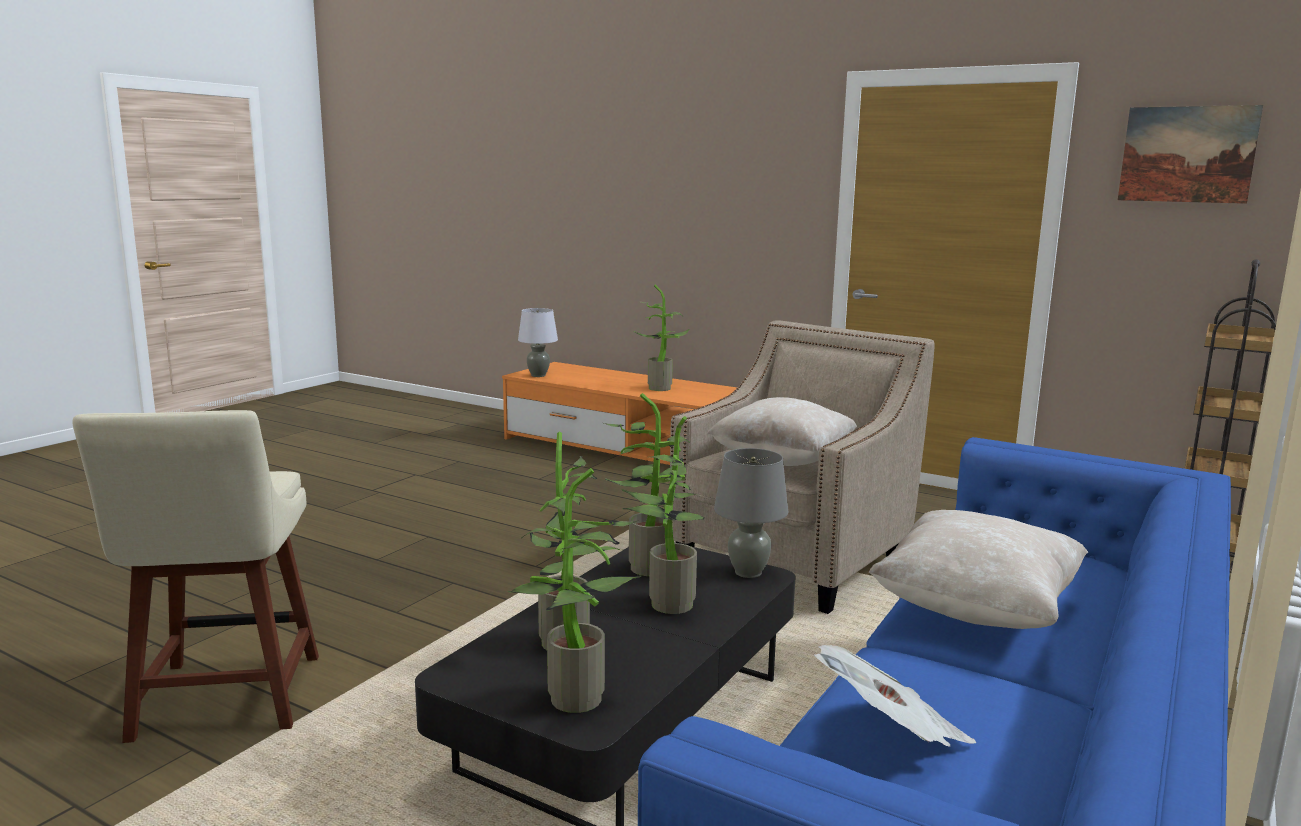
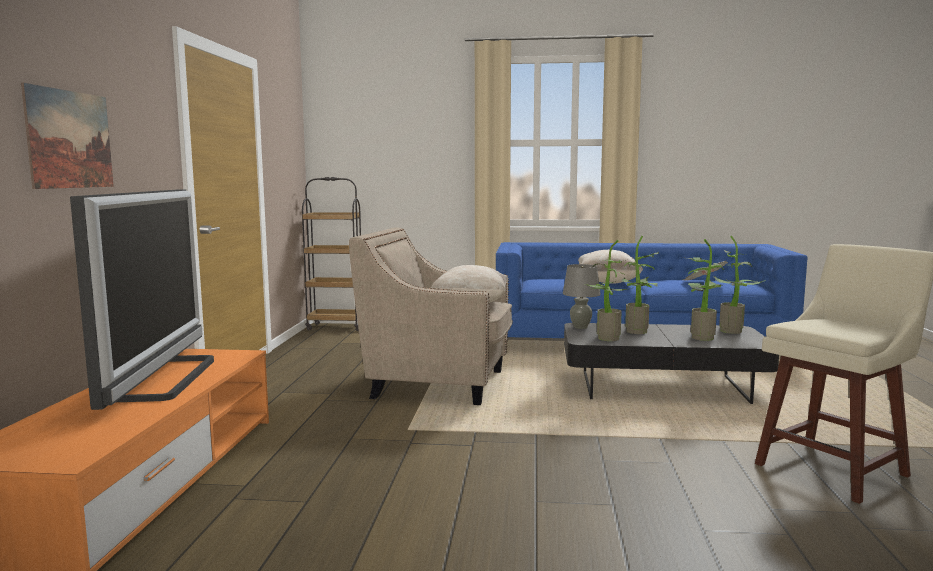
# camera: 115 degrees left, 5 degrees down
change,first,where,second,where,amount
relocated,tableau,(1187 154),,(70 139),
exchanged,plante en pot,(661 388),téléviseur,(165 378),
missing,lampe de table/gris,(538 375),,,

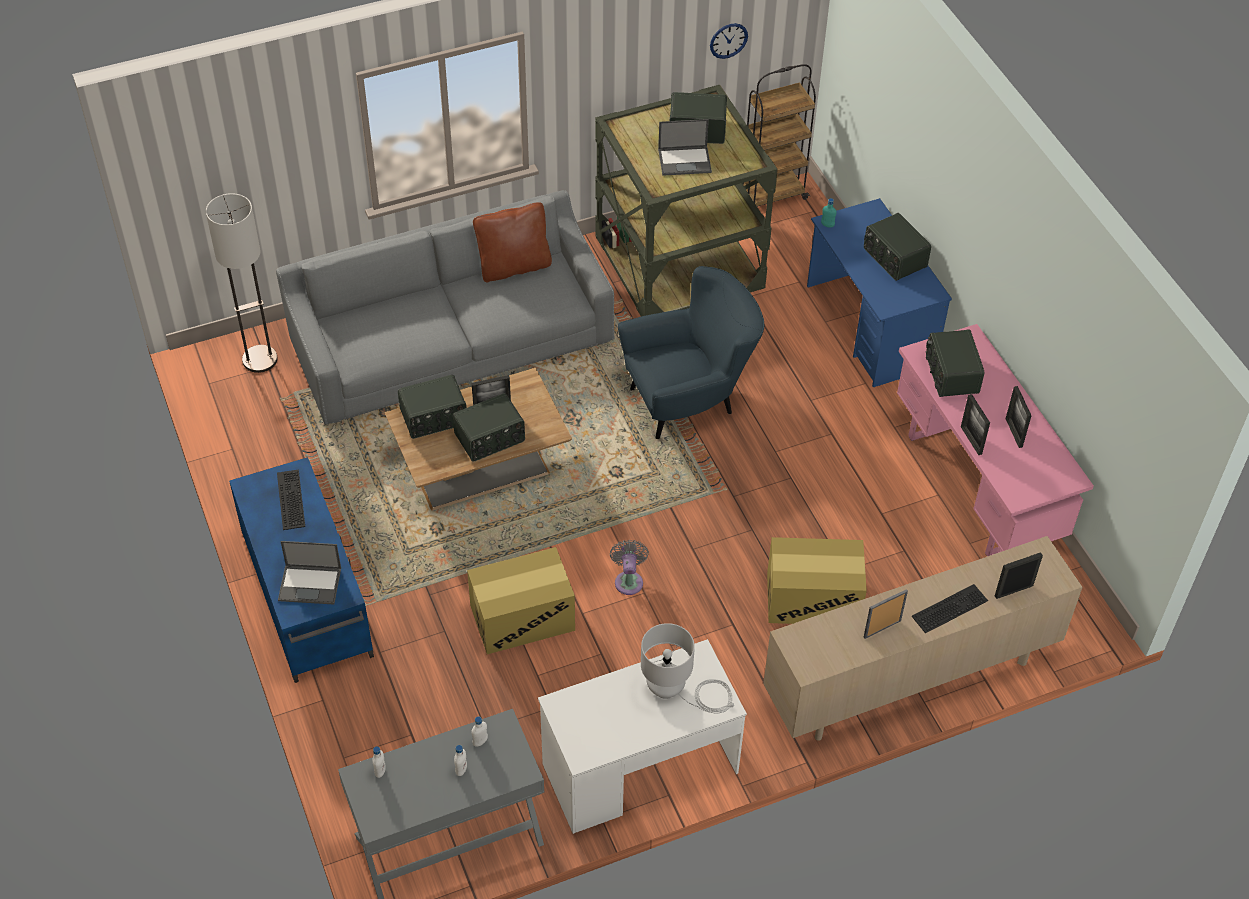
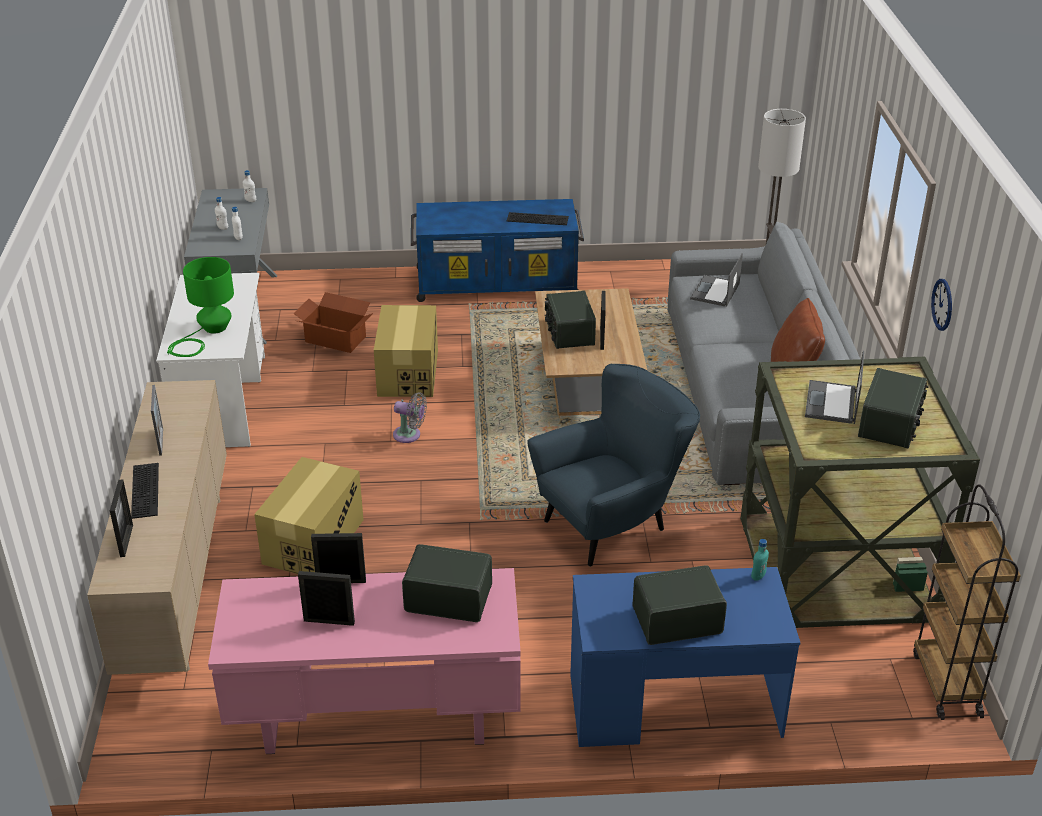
# camera: 110 degrees right, 15 degrees down
change,first,where,second,where,amount
colour,lampe de table/gris,(684 691),lampe de table/vert,(204 335),
appeared,,,carton,(335 339),
spun,fauteuil/bleu,(689 400),,(613 523),120 degrees counterclockwise
relocated,ordinateur portable,(311 584),,(715 292),
relocated,horloge murale,(728 40),,(942 304),
missing,radio,(434 418),,,

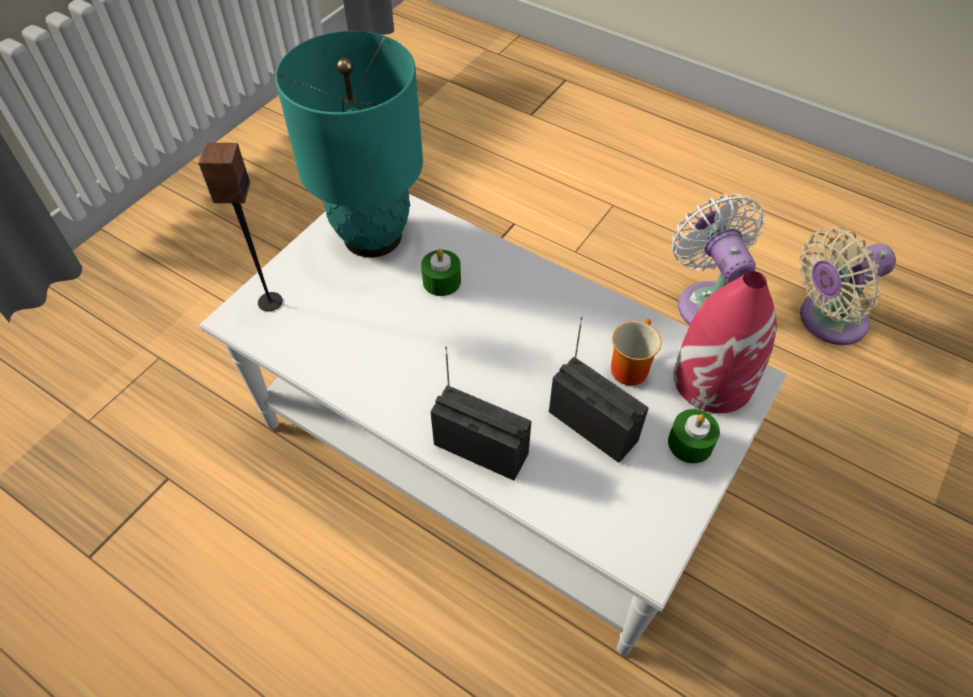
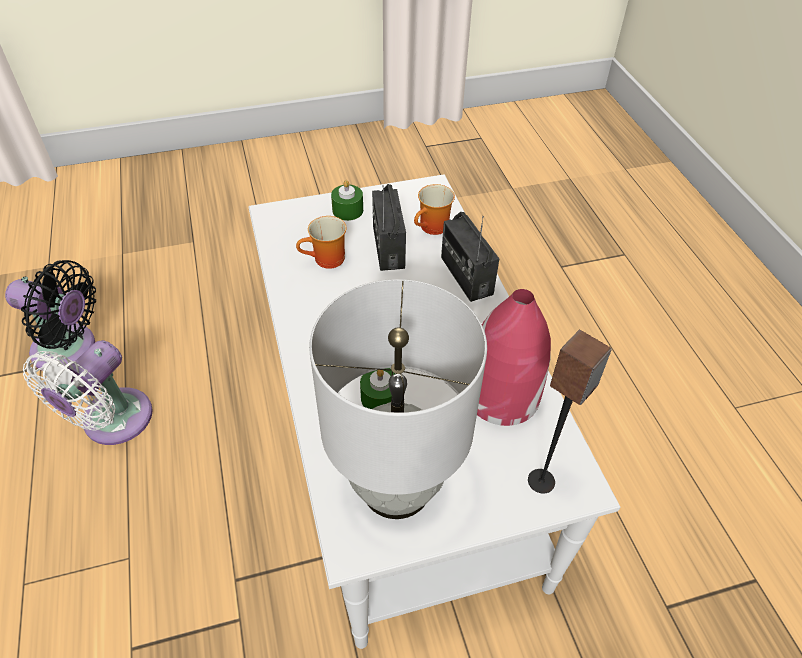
# camera: 140 degrees left, 5 degrees down
change,first,where,second,where,amount
colour,ventilateur/beige,(826 321),ventilateur/noir,(69 350),
colour,lampe de table/turquoise,(373 236),lampe de table/blanc,(395 487),
appeared,,,mug,(433 228),
relocated,vase/rouge,(712 379),,(501 396),

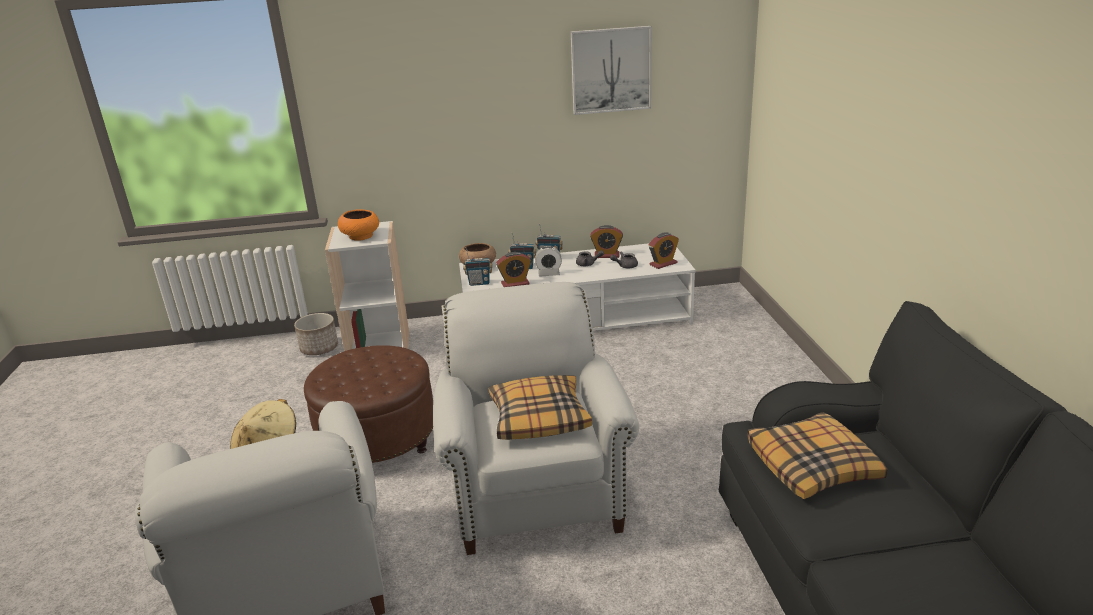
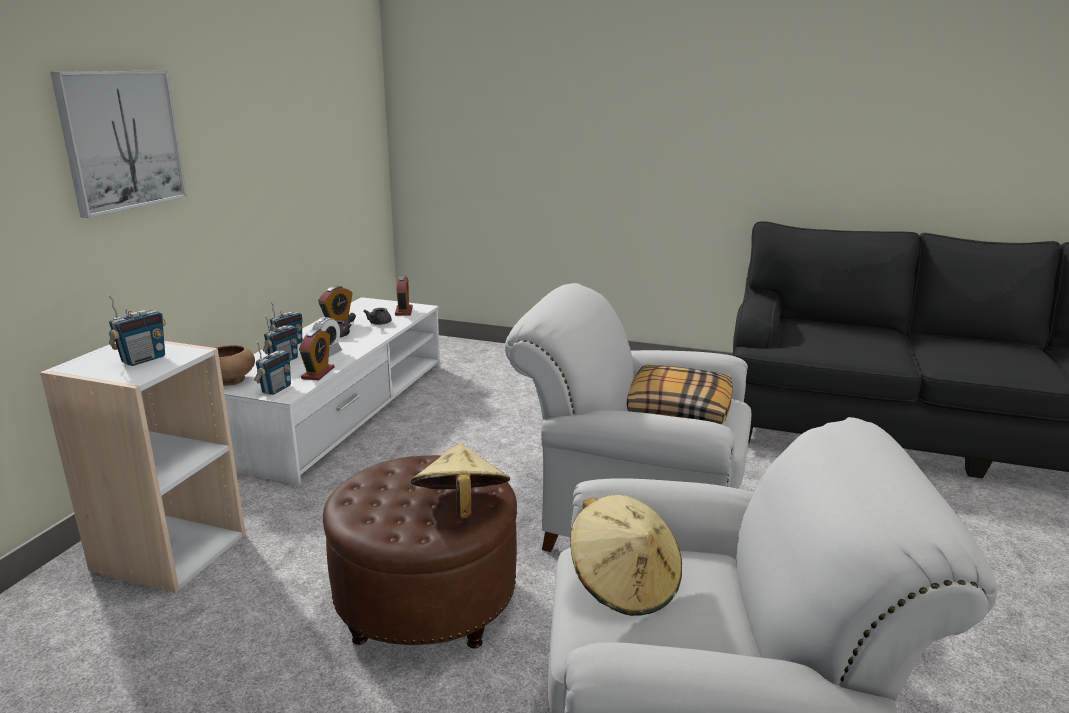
# camera: 65 degrees left, 5 degrees down
change,first,where,second,where,amount
relocated,tableau,(611 70),,(121 140),
exchanged,bol/orange,(361 236),radio,(143 359),
appeared,,,chapeau/beige,(460 507),
missing,cache-pot,(319 348),,,
missing,coussin,(813 466),,,

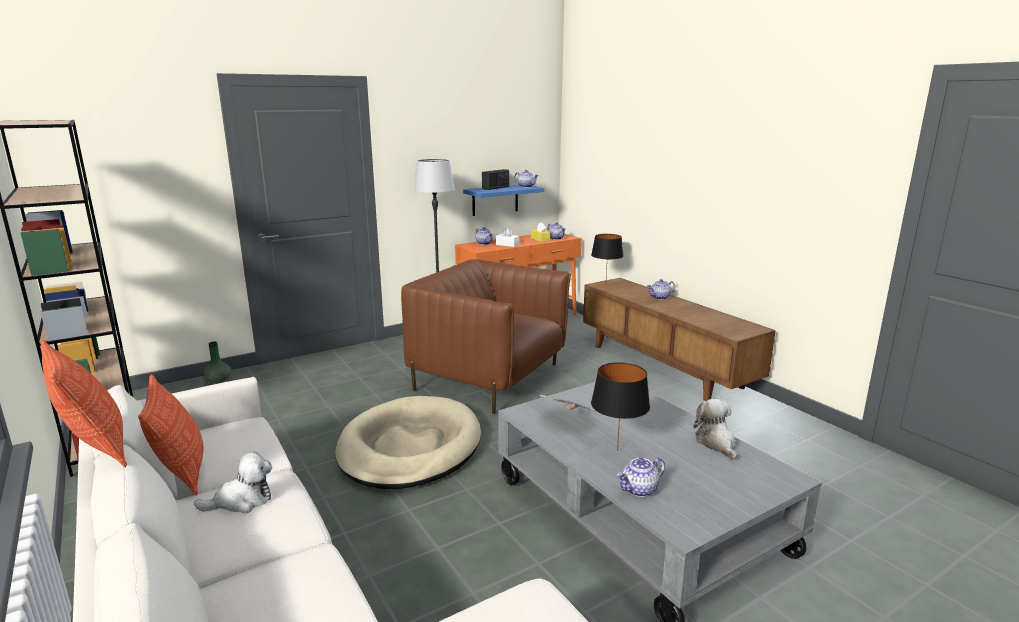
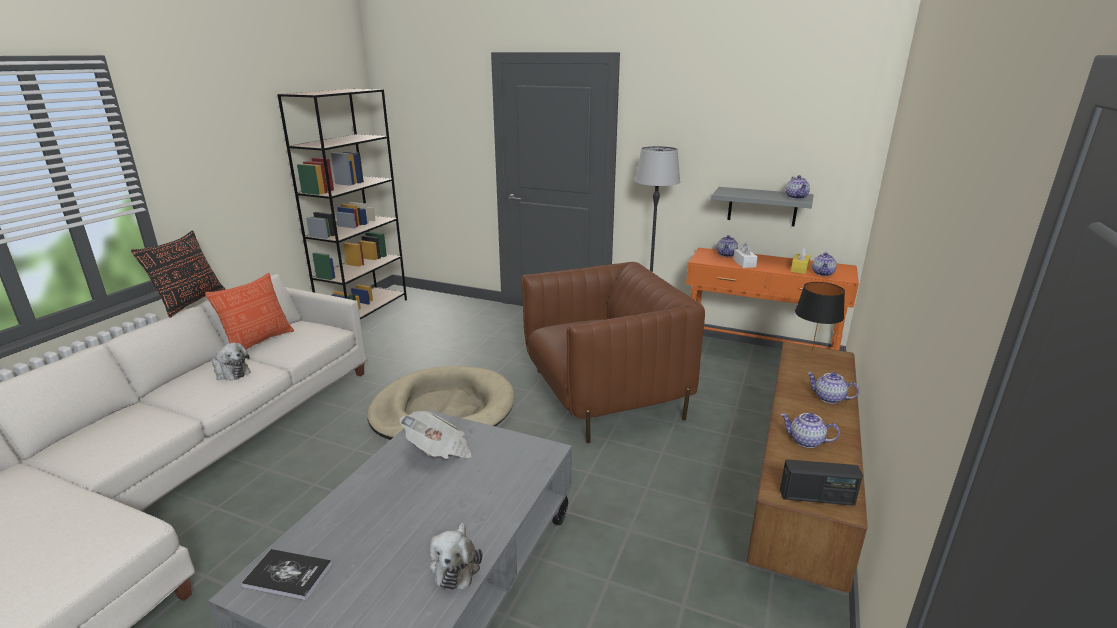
# camera: 55 degrees right, 5 degrees up
change,first,where,second,where,amount
colour,coussin/orange,(96 448),coussin/noir,(191 303),
appeared,,,livre,(288 575),
spun,peluche,(716 443),,(456 565),135 degrees clockwise
spun,fauteuil/marron,(489 378),,(604 395),75 degrees clockwise
colour,étagère/bleu,(495 200),étagère/gris,(762 206),
relocated,radio,(496 188),,(816 497),
relocated,théière,(639 490),,(805 441),
missing,vase/vert,(219 380),,,
missing,lampe de table/noir,(617 451),,,

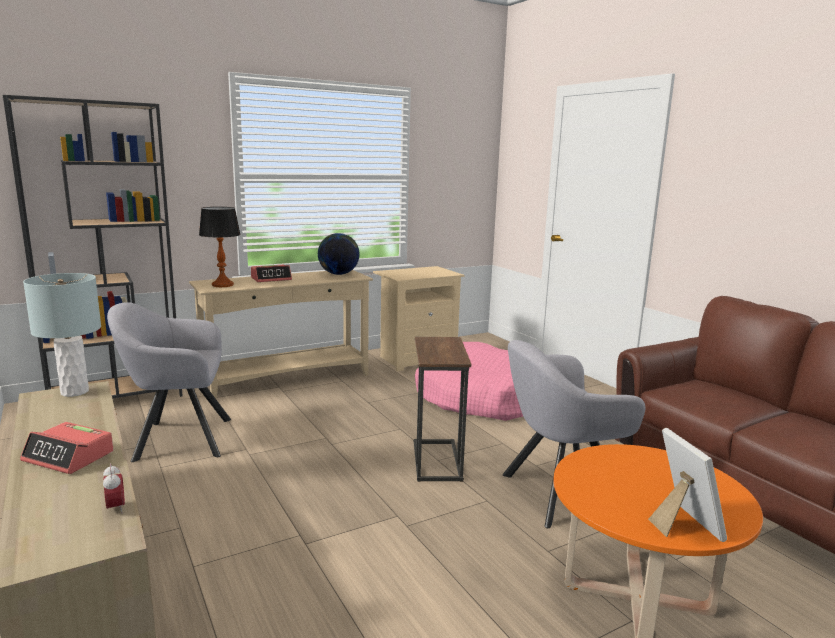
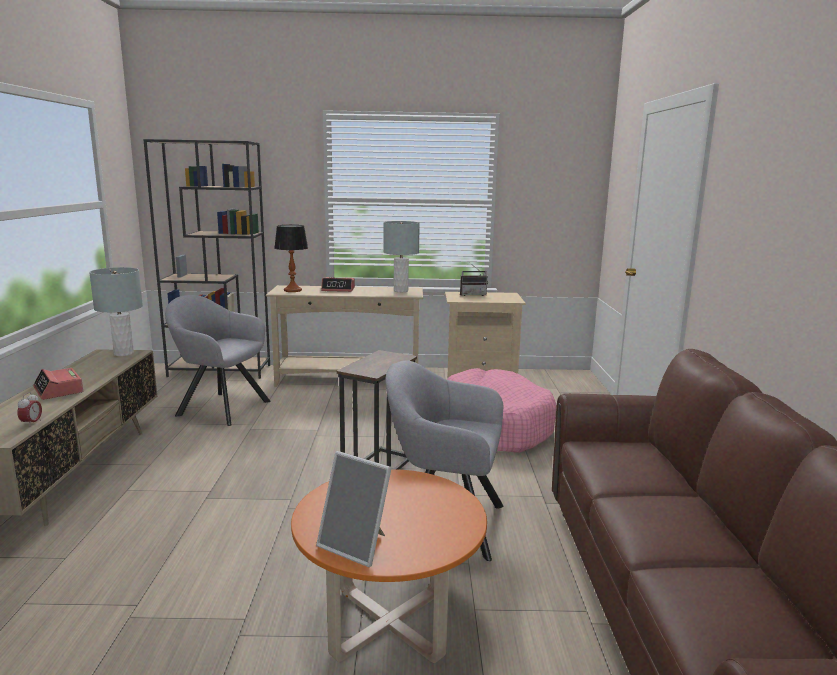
# camera: 30 degrees right, 0 degrees up
change,first,where,second,where,amount
spun,cadre photo,(682 524),,(357 545),105 degrees clockwise
exchanged,globe,(338 274),lampe de table/gris,(400 291),
appeared,,,radio,(472 295),

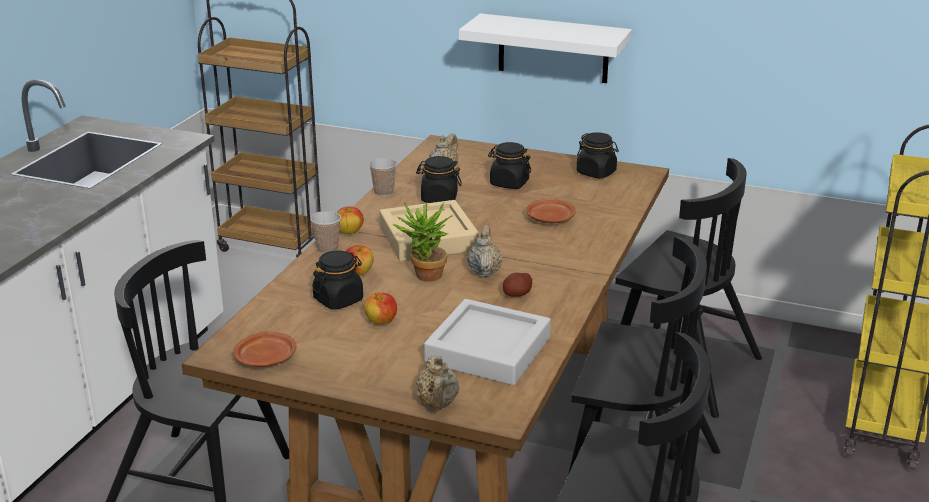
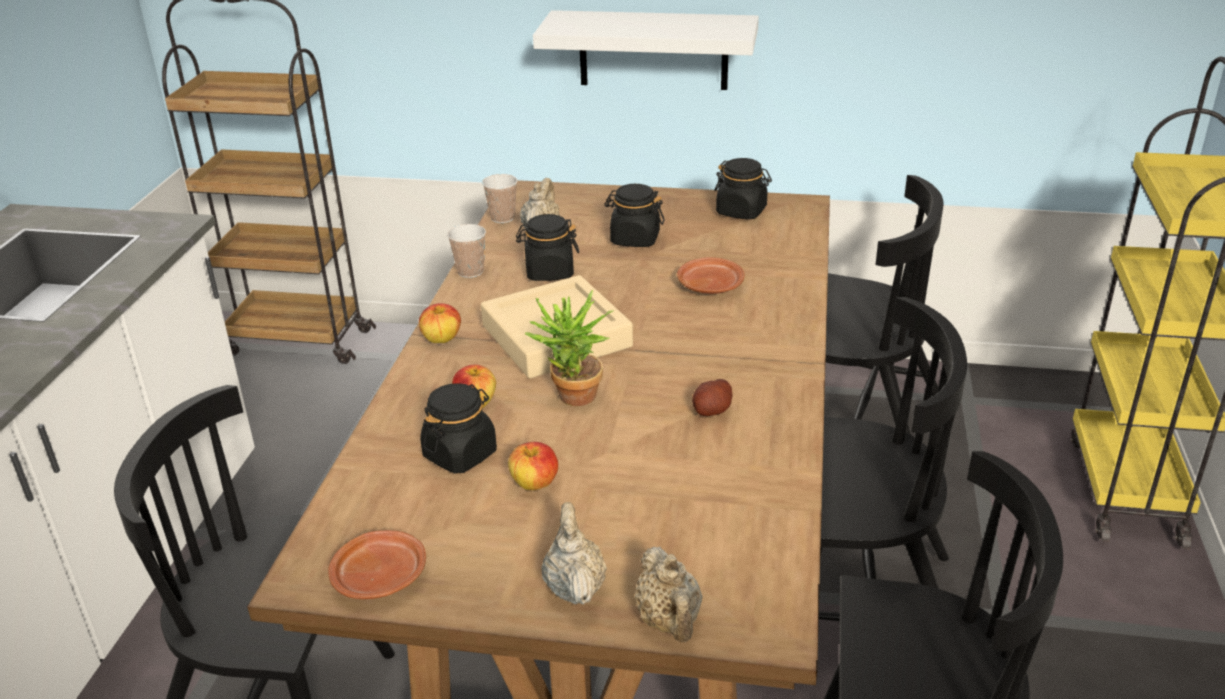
# camera: 10 degrees left, 5 degrees up
change,first,where,second,where,amount
relocated,tasse,(327 249),,(502 218),
relocated,théière/beige,(484 272),,(574 587),
missing,plateau/gris,(488 350),,,

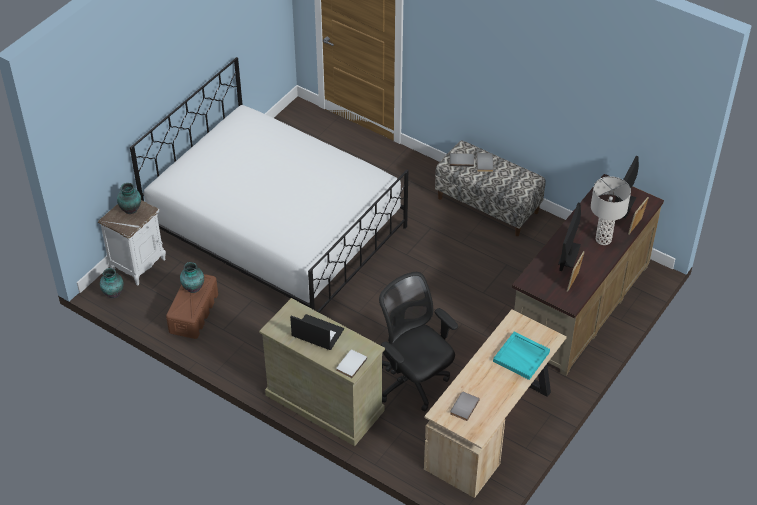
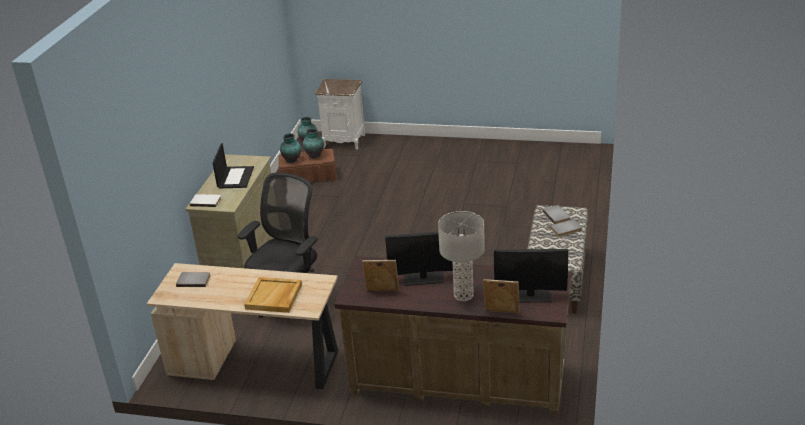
# camera: 70 degrees right, 15 degrees down
change,first,where,second,where,amount
colour,plateau/turquoise,(521 357),plateau/beige,(274 297),
relocated,vase,(131 209),,(292 160),
missing,lit/blanc,(276 231),,,

